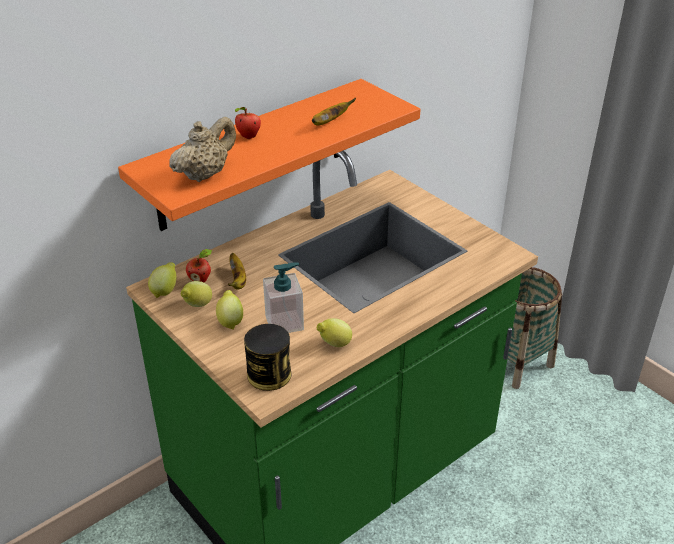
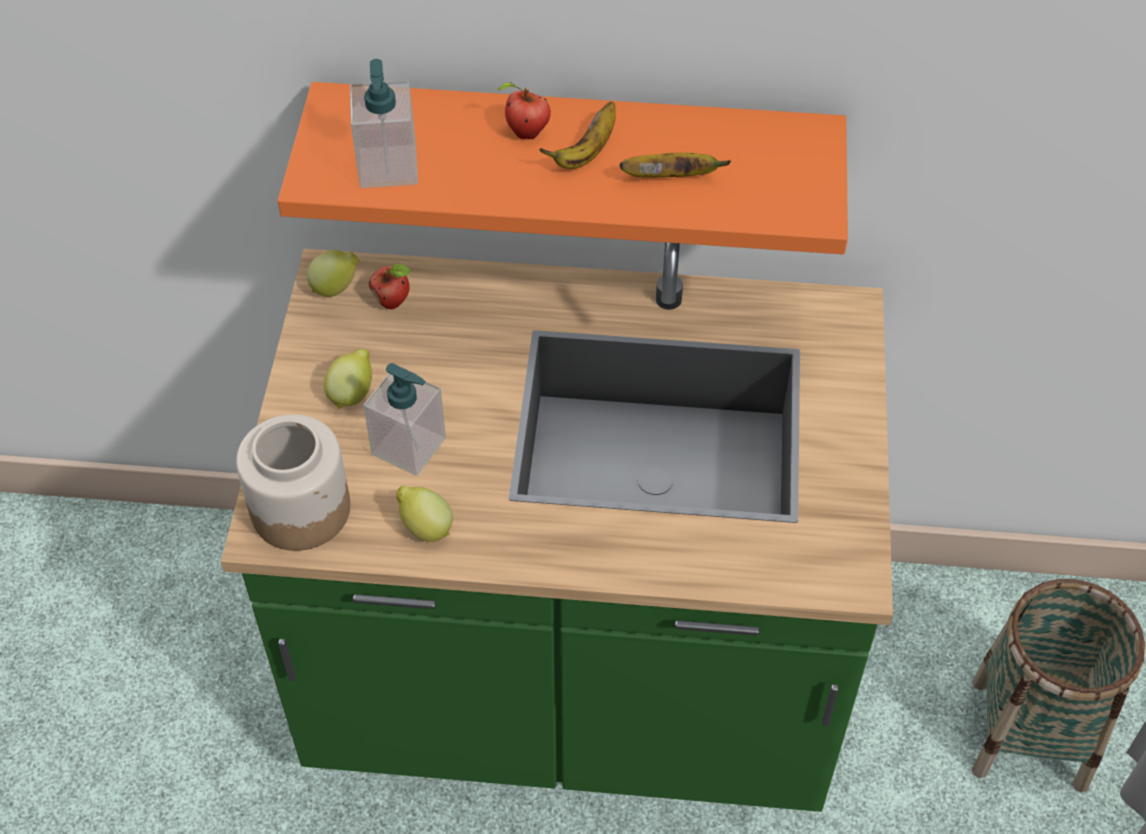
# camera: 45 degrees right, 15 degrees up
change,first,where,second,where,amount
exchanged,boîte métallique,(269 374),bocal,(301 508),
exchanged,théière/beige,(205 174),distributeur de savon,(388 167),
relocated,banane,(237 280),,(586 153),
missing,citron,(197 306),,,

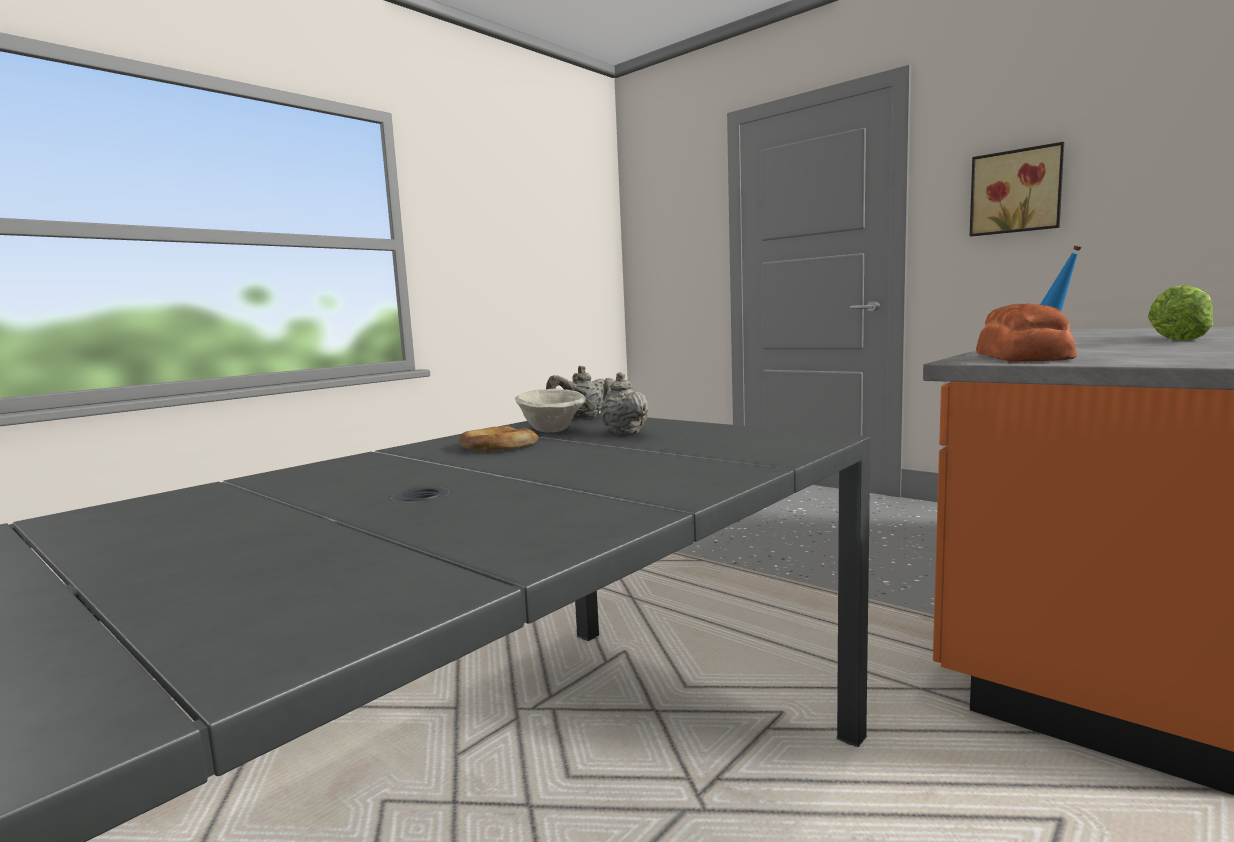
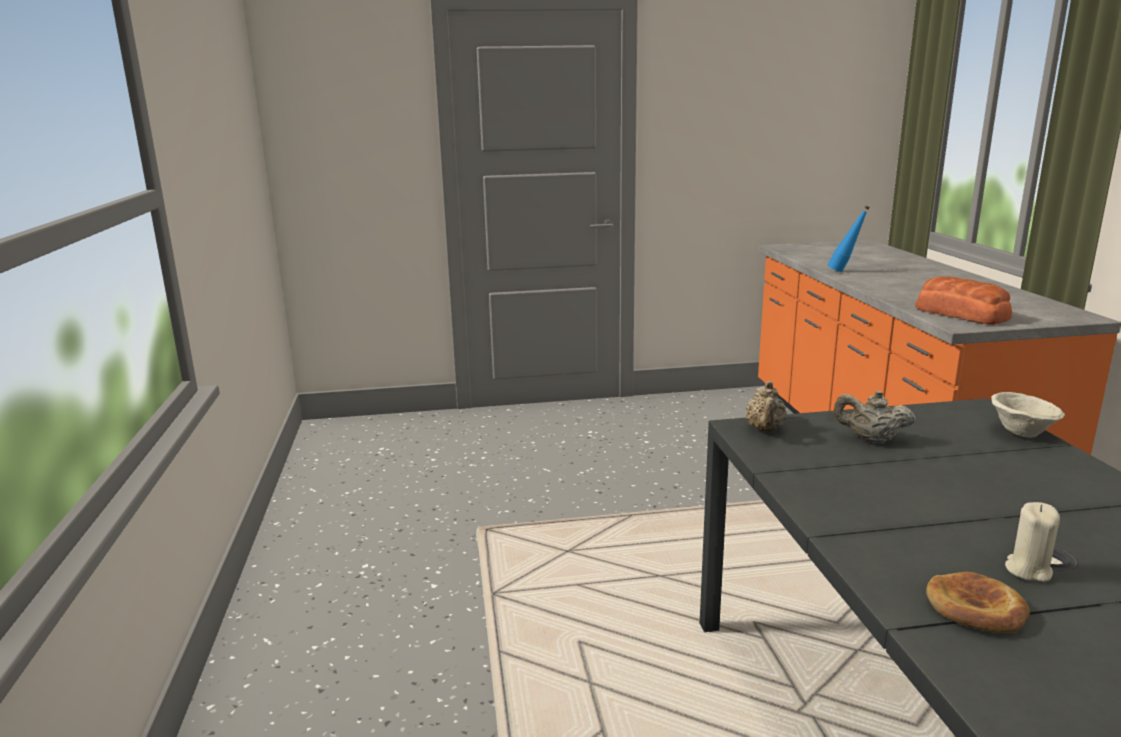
# camera: 50 degrees left, 10 degrees up
change,first,where,second,where,amount
relocated,pain,(497 446),,(975 608),
relocated,bol/beige,(552 430),,(1020 433),
appeared,,,bougie/beige,(1027 570),
missing,tableau,(1016 192),,,
missing,laitue,(1179 339),,,

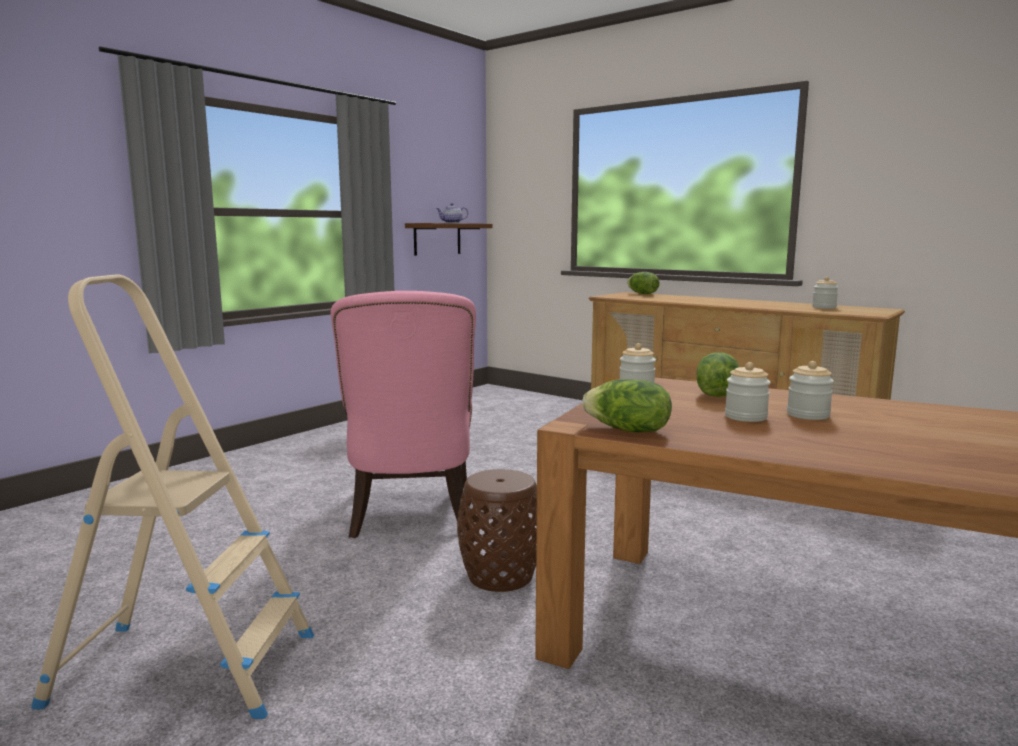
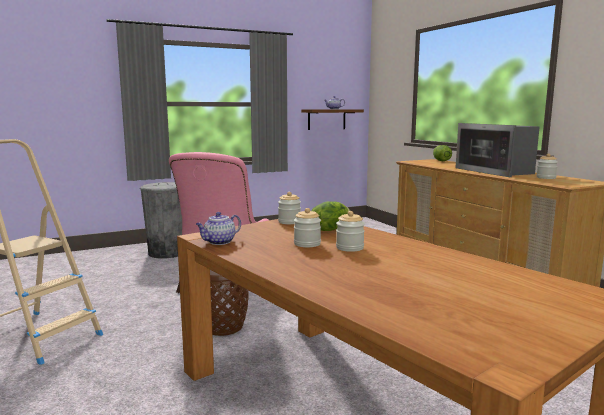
# camera: 25 degrees right, 0 degrees up
change,first,where,second,where,amount
appeared,,,poubelle/gris,(167 252),
exchanged,laitue,(628 430),théière,(219 242),
appeared,,,micro-ondes,(496 171),

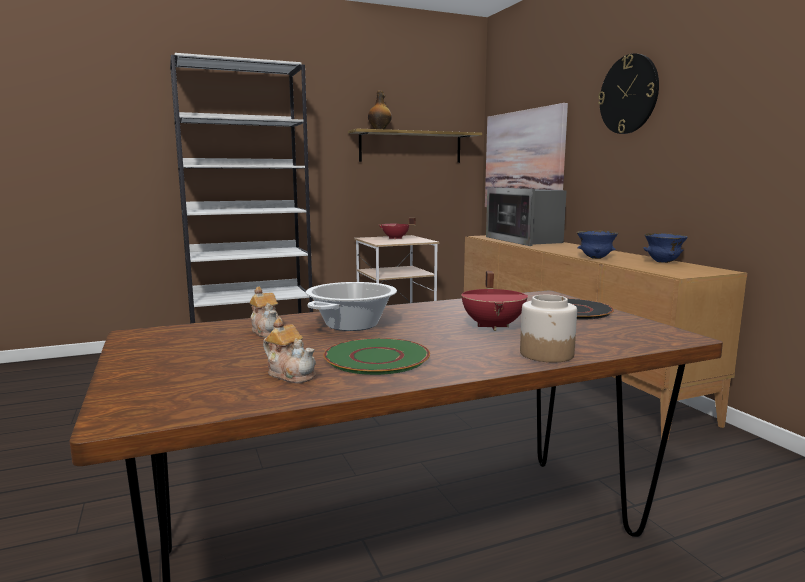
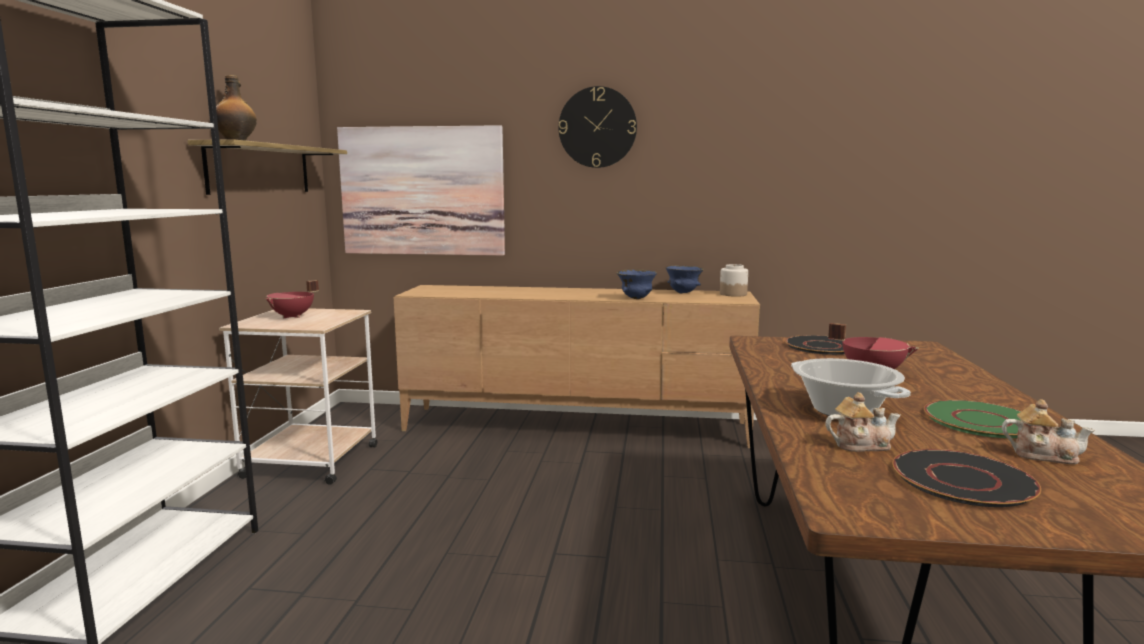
# camera: 60 degrees left, 0 degrees up
change,first,where,second,where,amount
relocated,bocal,(547 354),,(733 294),
appeared,,,assiette/noir,(963 480),
spun,théière,(291 374),,(1043 455),45 degrees clockwise
missing,micro-ondes,(525 240),,,

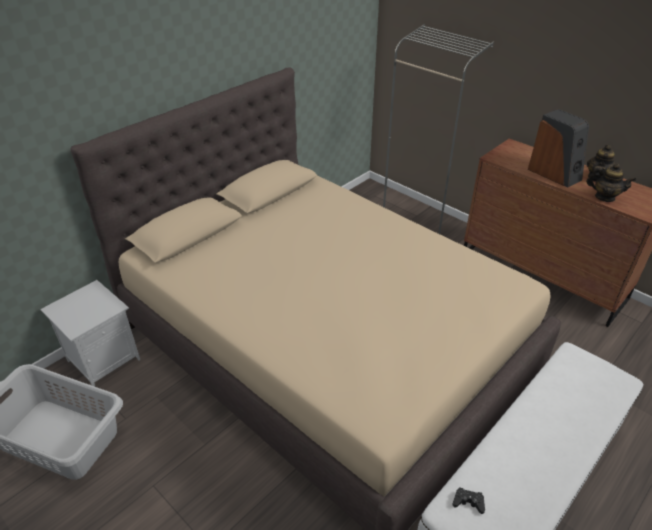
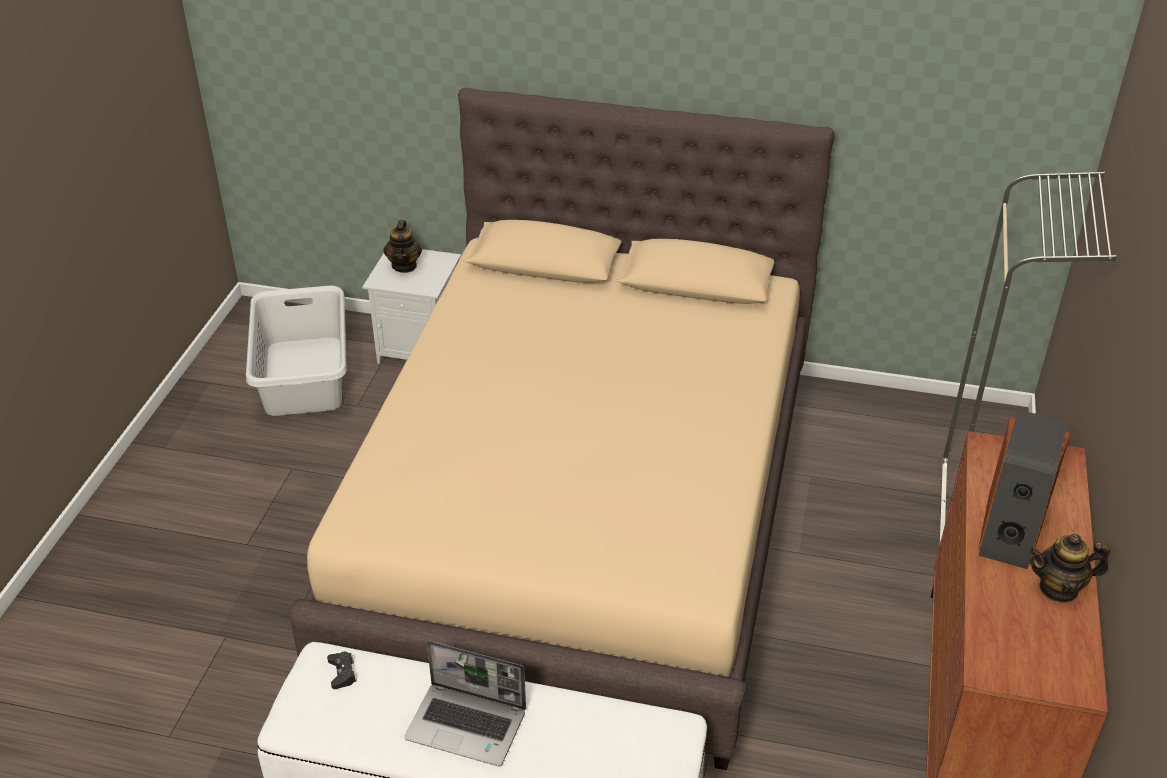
# camera: 60 degrees right, 0 degrees up
change,first,where,second,where,amount
relocated,théière,(604 197),,(404 266),
appeared,,,ordinateur portable,(468 725),

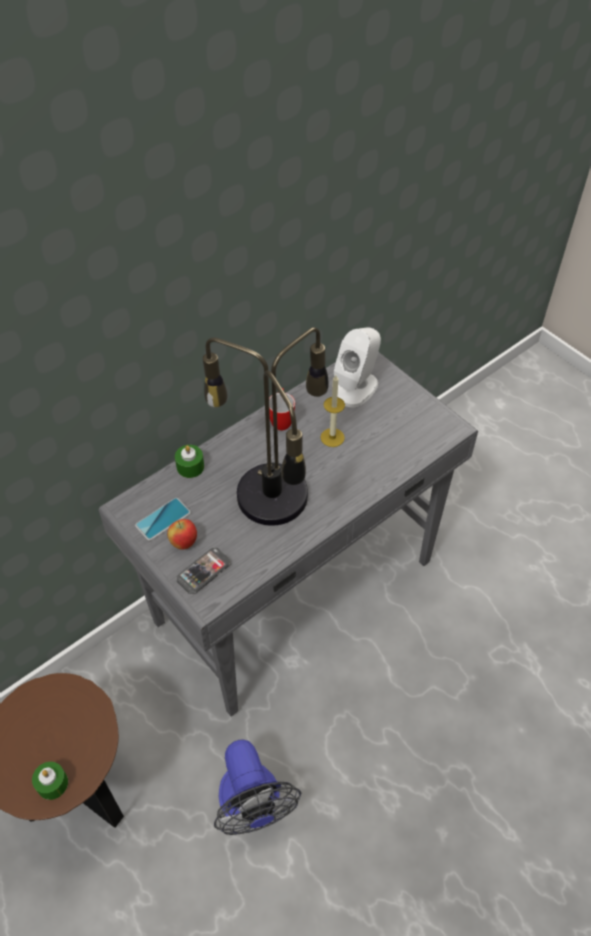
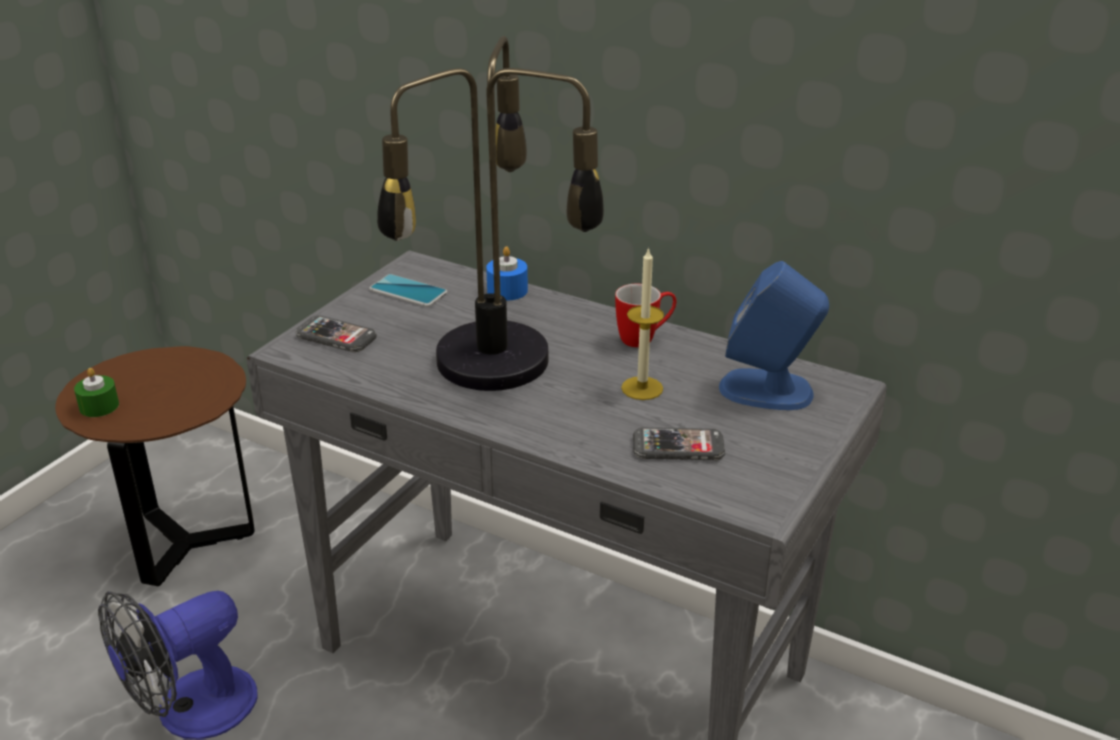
# camera: 70 degrees right, 20 degrees down
change,first,where,second,where,amount
colour,bougie/vert,(190 466),bougie/bleu,(507 290),
appeared,,,téléphone,(678 447),
colour,enceinte/blanc,(356 388),enceinte/bleu,(767 390),
missing,pomme,(184 543),,,

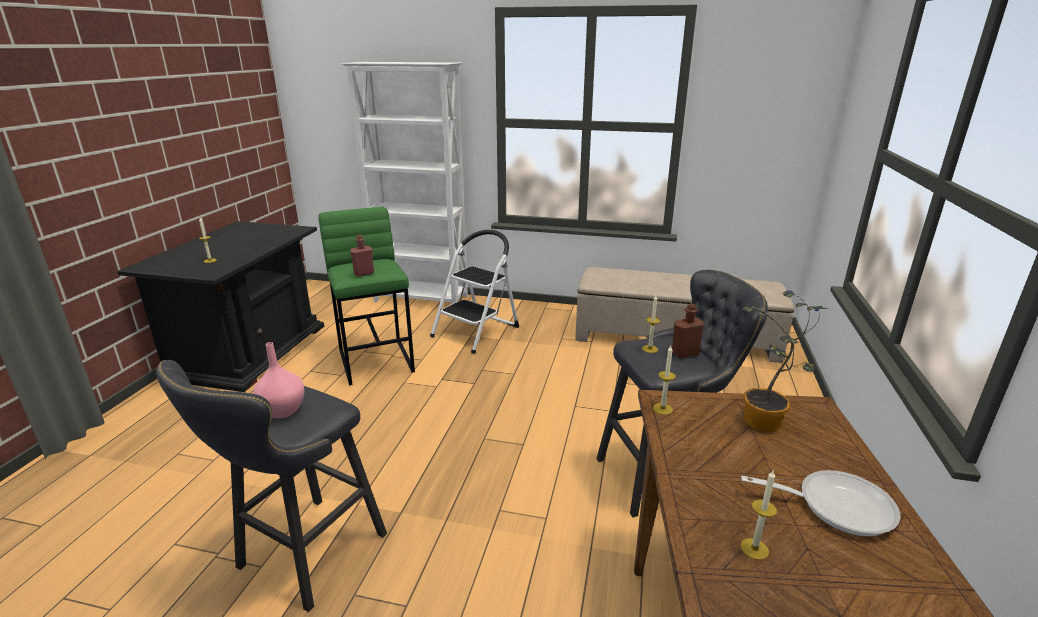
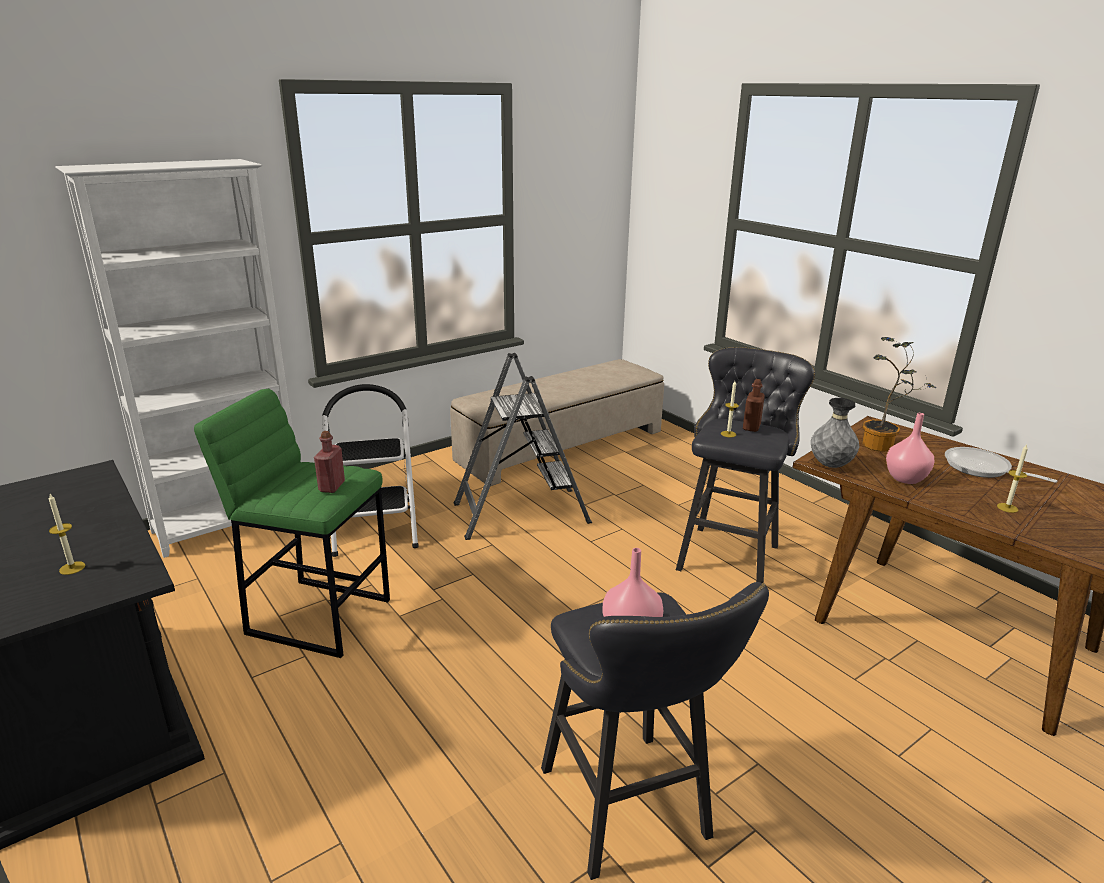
# camera: 50 degrees left, 0 degrees up
change,first,where,second,where,amount
appeared,,,escabeau/gris,(519 512),
exchanged,bougie,(662 409),vase/gris,(830 465),
appeared,,,vase/rose,(904 478),
spun,poêle,(835 506),,(982 469),90 degrees counterclockwise

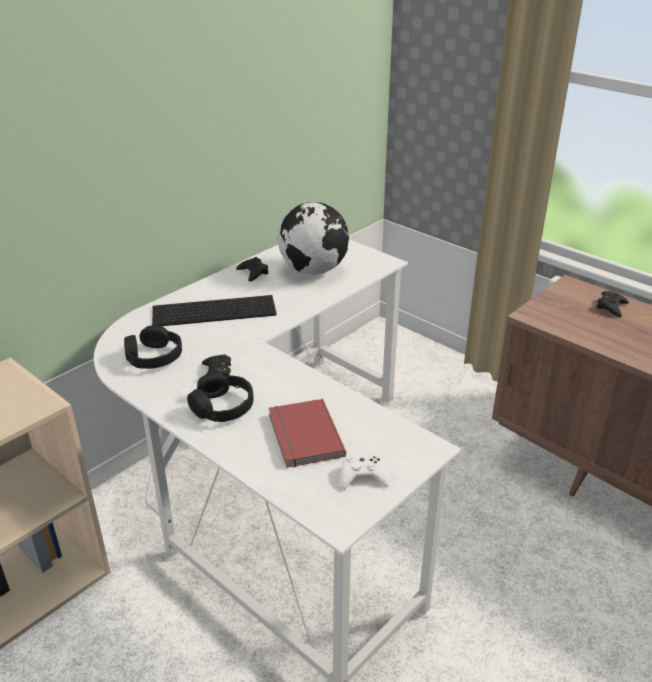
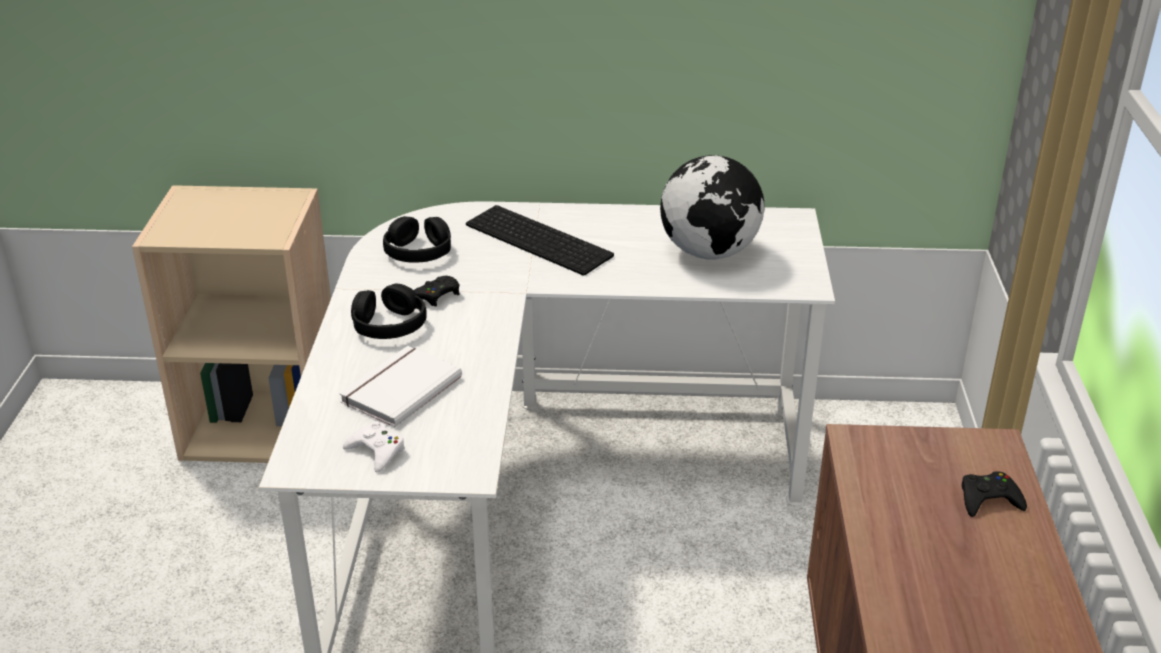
# camera: 50 degrees right, 0 degrees up
change,first,where,second,where,amount
colour,livre/rouge,(303 436),livre/blanc,(398 389),
missing,manette/noir,(253 272),,,

